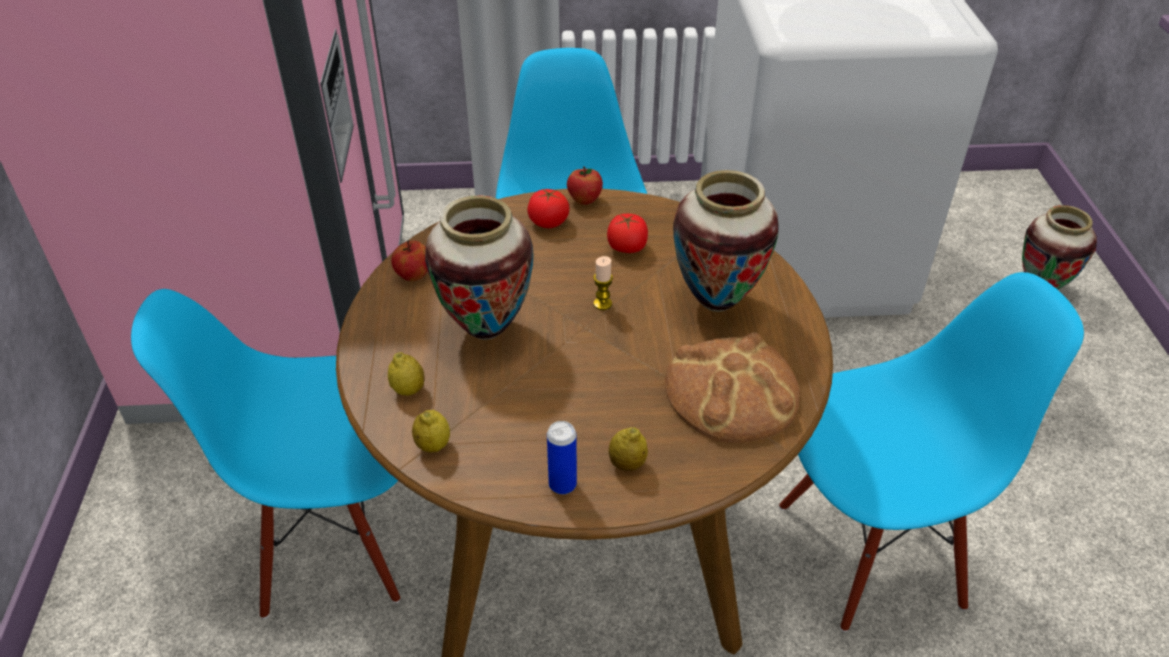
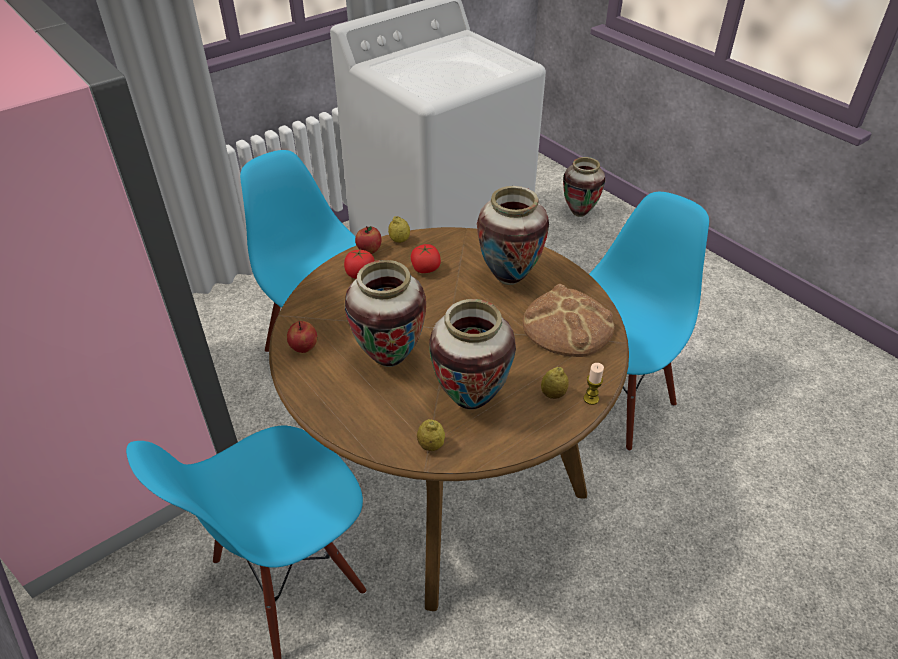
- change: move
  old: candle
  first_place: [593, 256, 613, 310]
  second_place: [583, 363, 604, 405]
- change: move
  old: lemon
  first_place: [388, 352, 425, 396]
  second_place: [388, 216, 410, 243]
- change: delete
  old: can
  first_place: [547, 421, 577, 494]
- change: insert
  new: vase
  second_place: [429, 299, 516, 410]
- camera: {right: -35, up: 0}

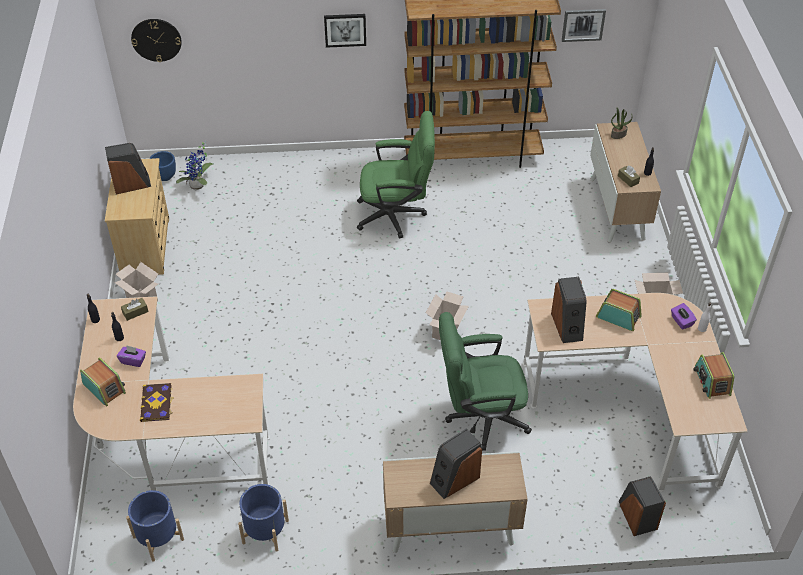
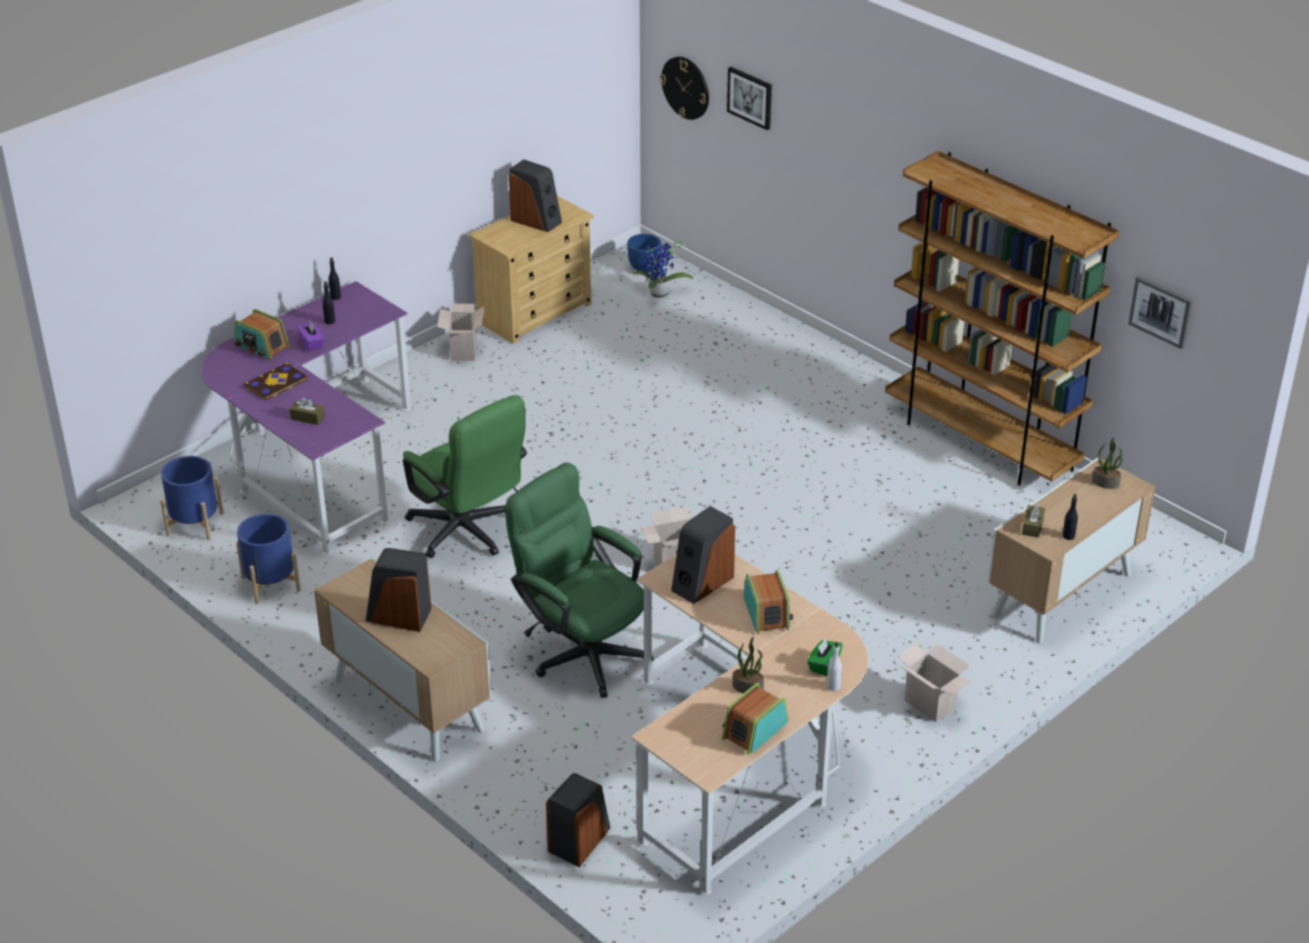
- change: move
  old: picture
  first_place: [324, 14, 366, 48]
  second_place: [727, 67, 772, 130]
- change: move
  old: green_office_chair
  first_place: [357, 111, 435, 238]
  second_place: [403, 395, 527, 558]
- change: recolor
  old: beige_desk
  new: purple_desk
  first_place: [73, 296, 270, 491]
  second_place: [201, 281, 411, 556]
- change: move
  old: brown_tissue_box
  first_place: [121, 298, 148, 321]
  second_place: [290, 397, 325, 425]
- change: recolor
  old: purple_tissue_box
  new: green_tissue_box
  first_place: [671, 303, 697, 330]
  second_place: [807, 638, 843, 676]
- change: rotate
  old: radio
  first_place: [80, 357, 126, 406]
  second_place: [234, 309, 290, 360]
  degrees: 120
- change: insert
  new: potted_plant
  second_place: [733, 637, 764, 693]
- camera: {right: 50, up: -10}

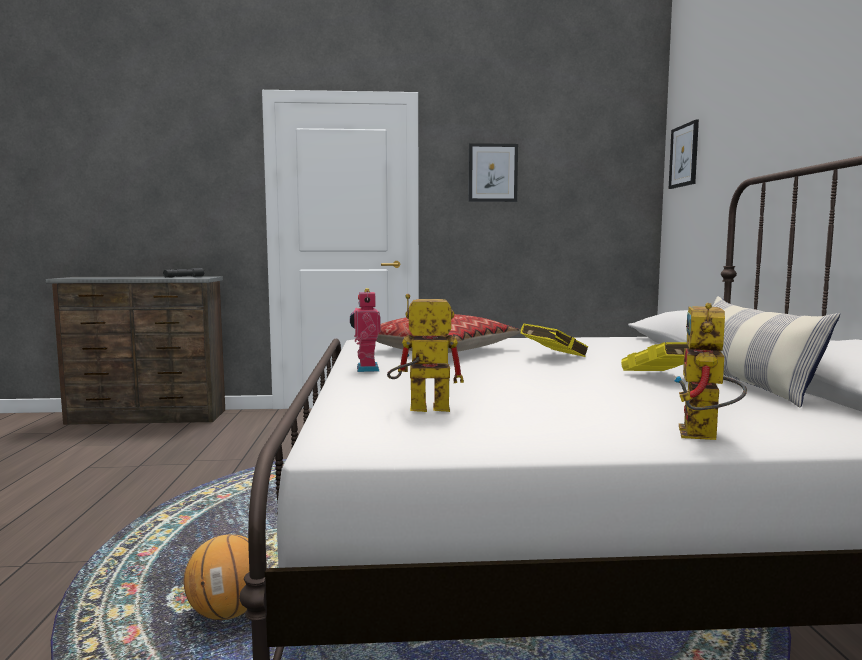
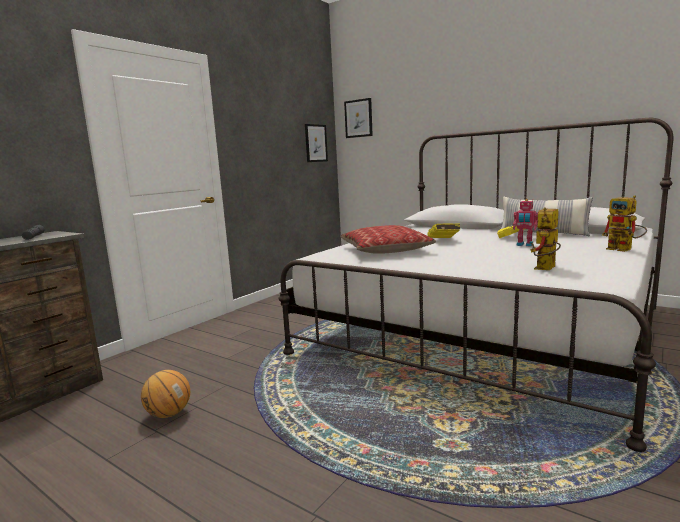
- change: move
  old: picture
  first_place: [468, 143, 518, 202]
  second_place: [305, 124, 328, 162]
- change: move
  old: toy_robot
  first_place: [350, 288, 381, 372]
  second_place: [513, 199, 538, 246]
- change: move
  old: basketball
  first_place: [184, 534, 268, 620]
  second_place: [141, 370, 190, 418]
- camera: {right: -50, up: 5}

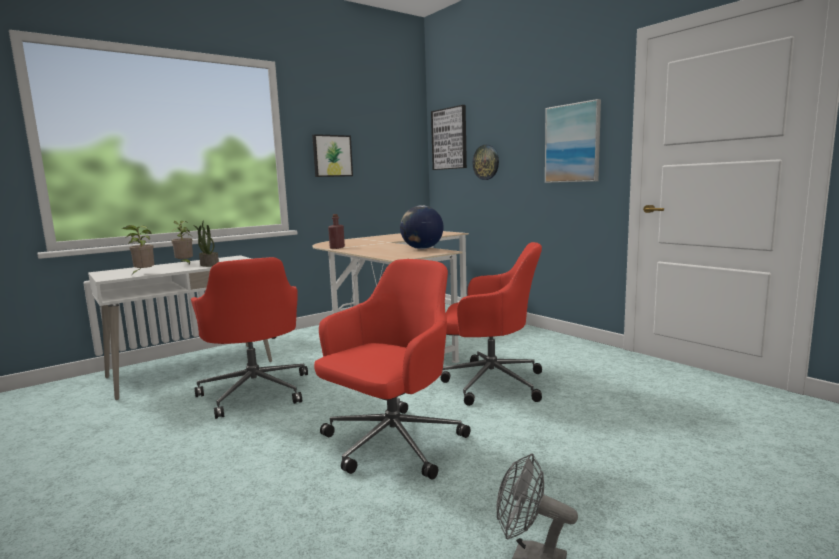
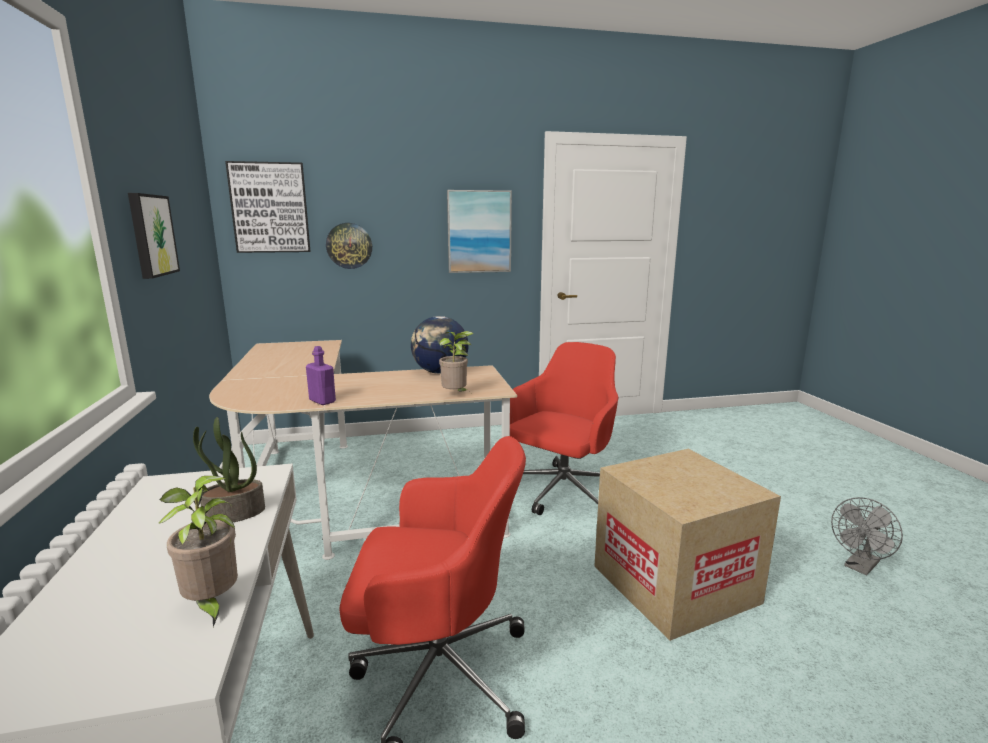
- change: recolor
  old: red_bottle
  new: purple_bottle
  first_place: [328, 214, 345, 249]
  second_place: [306, 346, 336, 405]
- change: move
  old: potted_plant
  first_place: [171, 221, 193, 265]
  second_place: [439, 331, 474, 392]
- change: replace
  old: red_office_chair
  new: cardboard_box
  first_place: [314, 259, 470, 479]
  second_place: [594, 449, 781, 641]
- camera: {right: -65, up: 5}

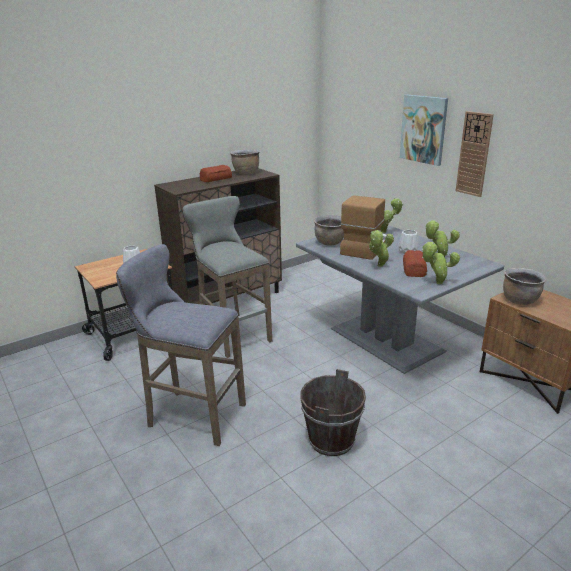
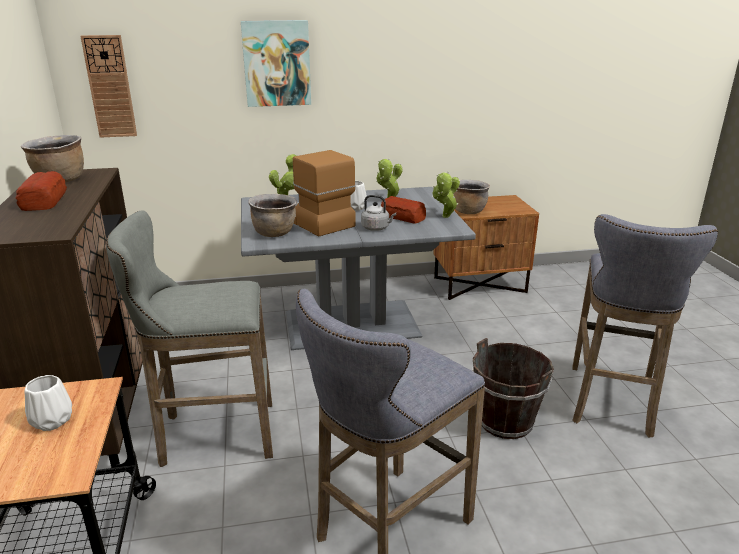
- change: move
  old: wall_clock
  first_place: [456, 111, 494, 197]
  second_place: [80, 35, 137, 138]
- change: replace
  old: potted_plant
  new: grey_kettle
  first_place: [369, 230, 394, 267]
  second_place: [361, 195, 396, 231]
- change: insert
  new: grey_stool
  second_place: [572, 214, 718, 438]
- camera: {right: -65, up: 0}

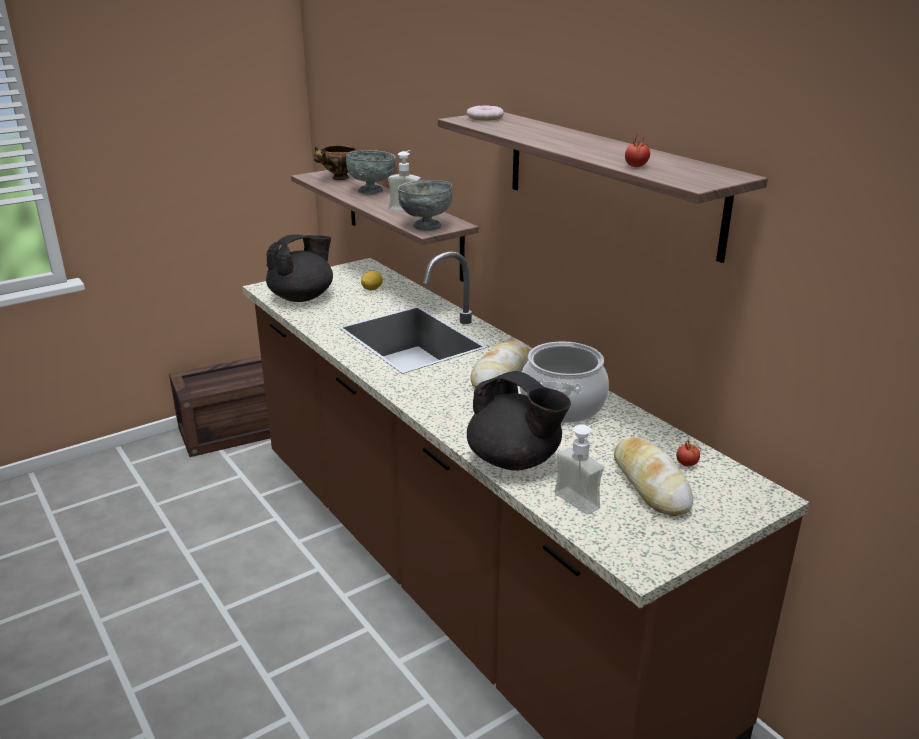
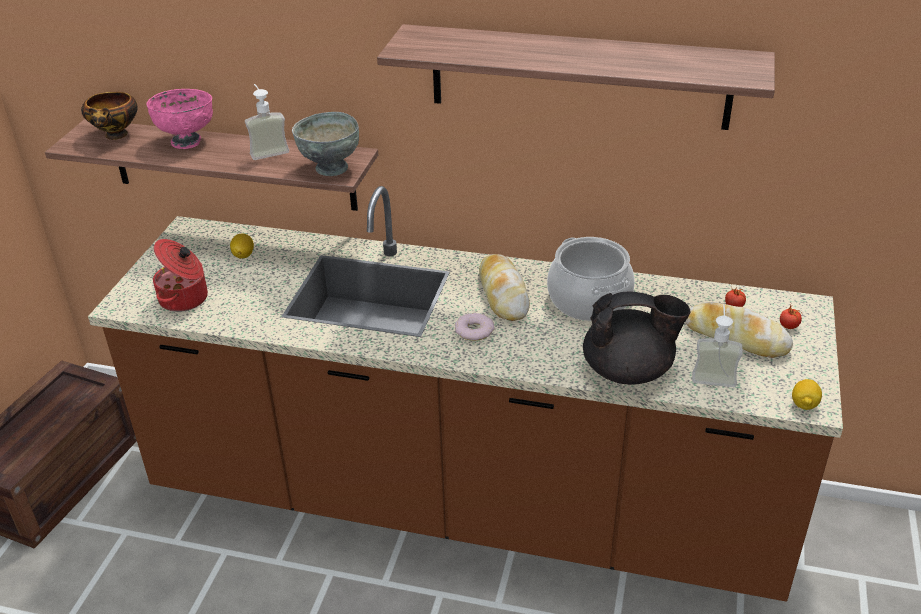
- change: move
  old: donut
  first_place: [467, 105, 504, 121]
  second_place: [455, 313, 494, 341]
- change: move
  old: tomato
  first_place: [625, 135, 650, 167]
  second_place: [780, 305, 802, 329]
- change: recolor
  old: grey_bowl
  new: pink_bowl
  first_place: [346, 150, 395, 194]
  second_place: [146, 89, 213, 149]
- change: replace
  old: black_teapot
  new: cooking_pot
  first_place: [266, 234, 333, 302]
  second_place: [153, 239, 208, 312]
- change: insert
  new: lemon
  second_place: [792, 379, 822, 410]
- camera: {right: -40, up: 10}

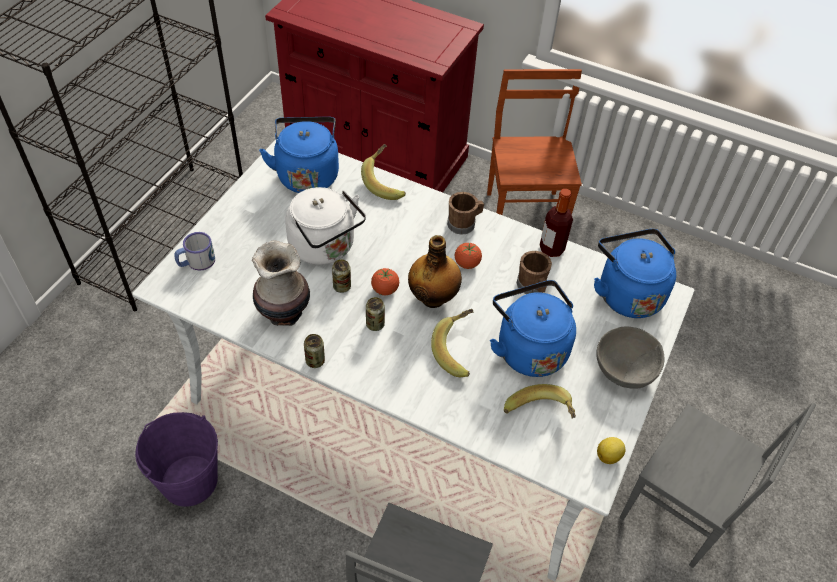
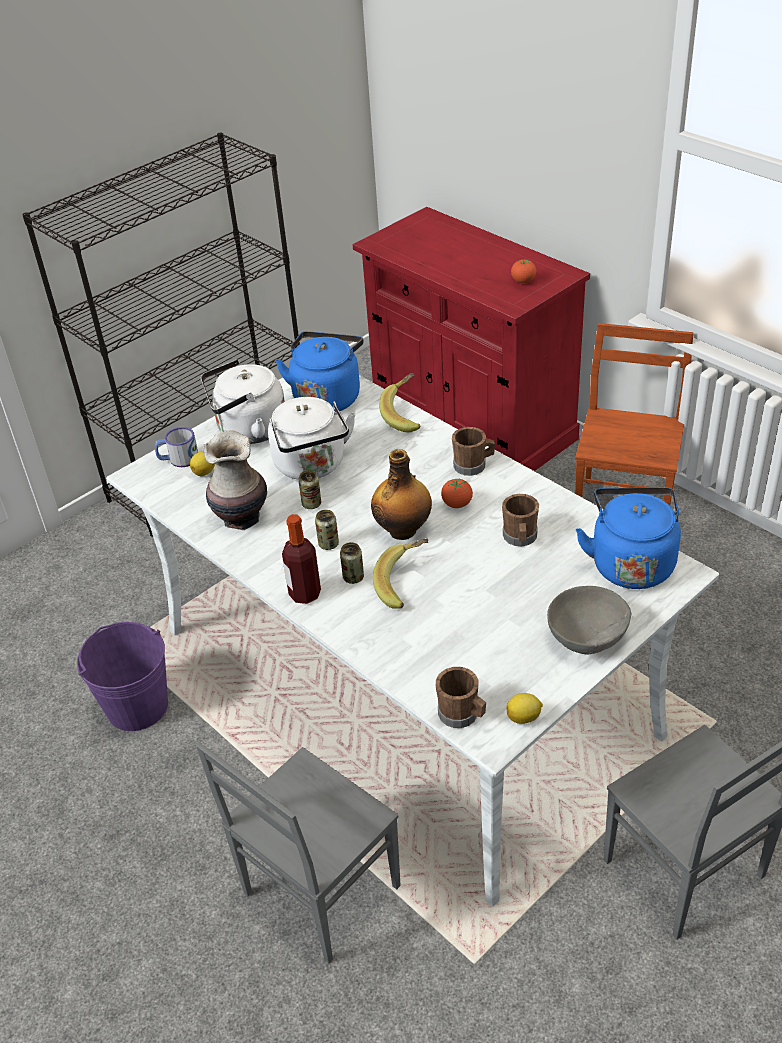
- change: move
  old: bottle
  first_place: [540, 189, 573, 257]
  second_place: [282, 514, 321, 604]
- change: move
  old: tomato
  first_place: [371, 268, 399, 295]
  second_place: [511, 259, 536, 283]
- change: delete
  old: blue_kettle
  first_place: [490, 280, 576, 377]
- change: move
  old: can
  first_place: [304, 334, 325, 368]
  second_place: [340, 542, 364, 584]
- change: delete
  old: banana
  first_place: [504, 384, 576, 418]
- change: insert
  new: white_kettle
  second_place: [201, 360, 285, 444]
- change: insert
  new: lemon
  second_place: [190, 451, 215, 476]
- change: insert
  new: brown_mug
  second_place: [436, 667, 486, 728]
- camera: {right: 25, up: -10}

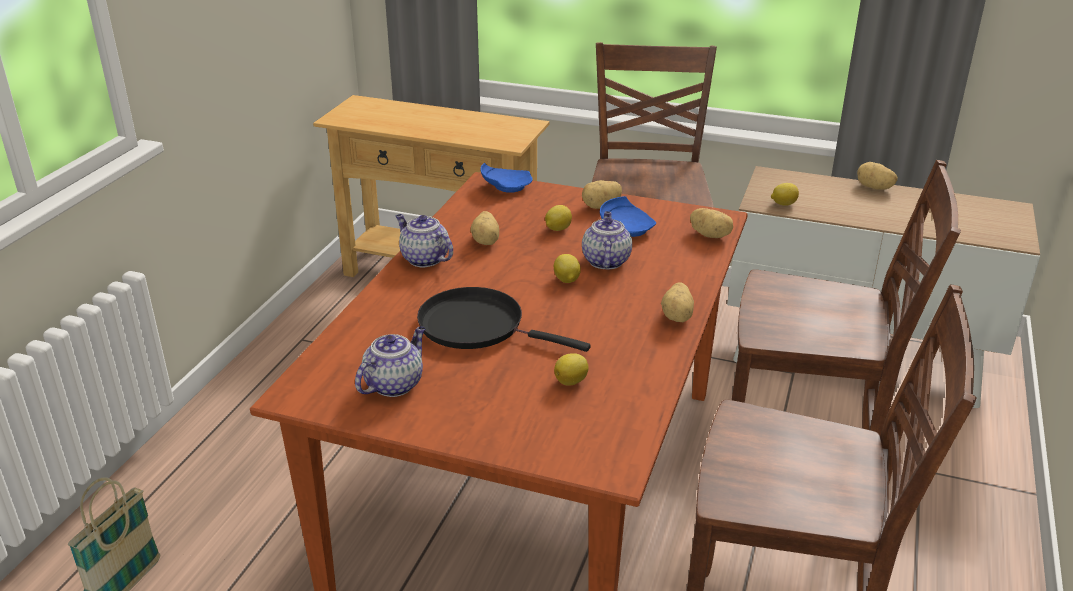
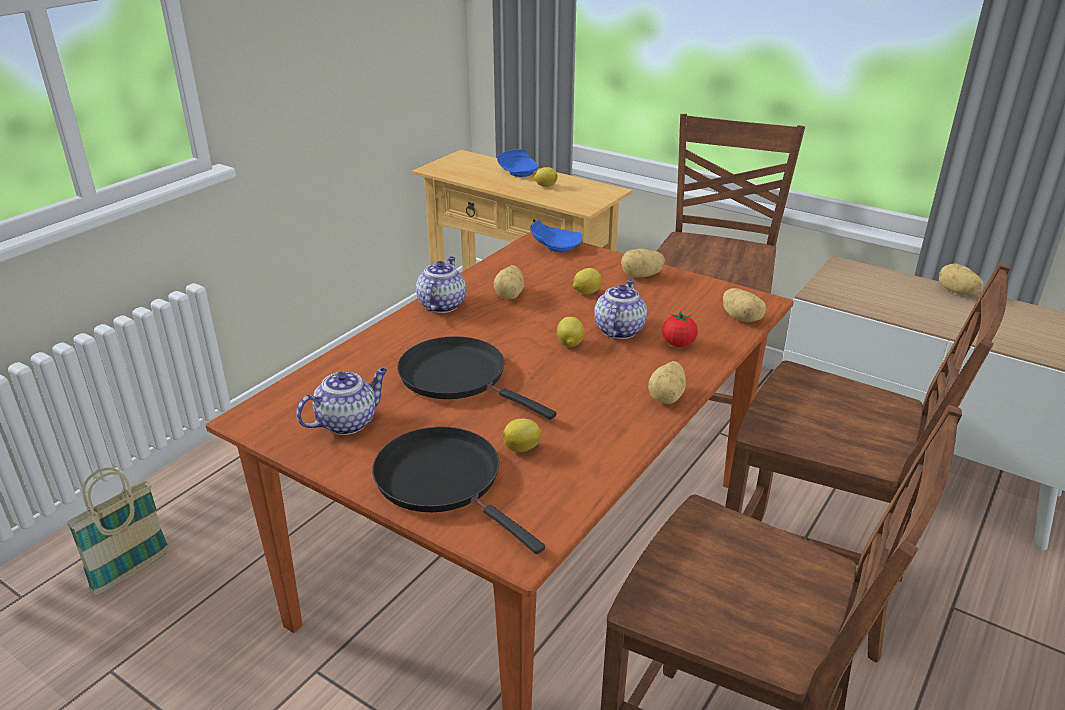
- change: move
  old: lemon
  first_place: [771, 183, 799, 206]
  second_place: [534, 167, 558, 187]
- change: move
  old: blue_plate
  first_place: [600, 196, 656, 237]
  second_place: [497, 149, 538, 177]
- change: rotate
  old: teapot
  first_place: [395, 214, 453, 268]
  second_place: [416, 256, 466, 313]
  degrees: 45
- change: insert
  new: tomato
  second_place: [662, 311, 698, 347]
- change: insert
  new: black_frying_pan
  second_place: [372, 427, 545, 554]
- camera: {right: 15, up: 0}

